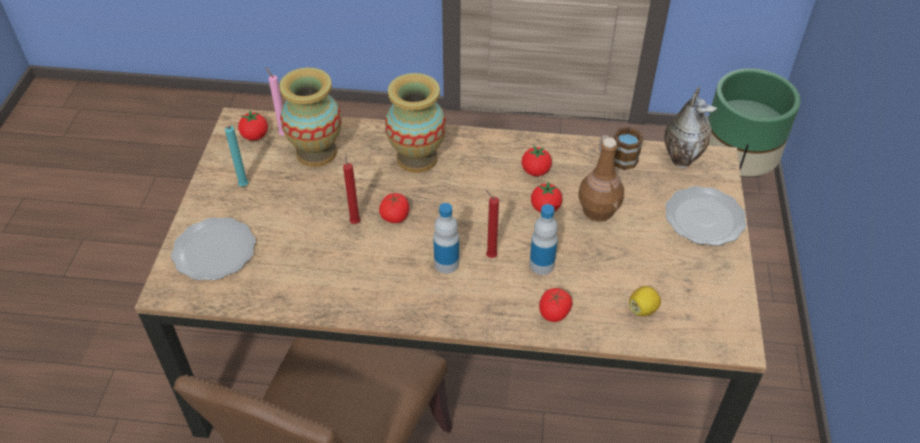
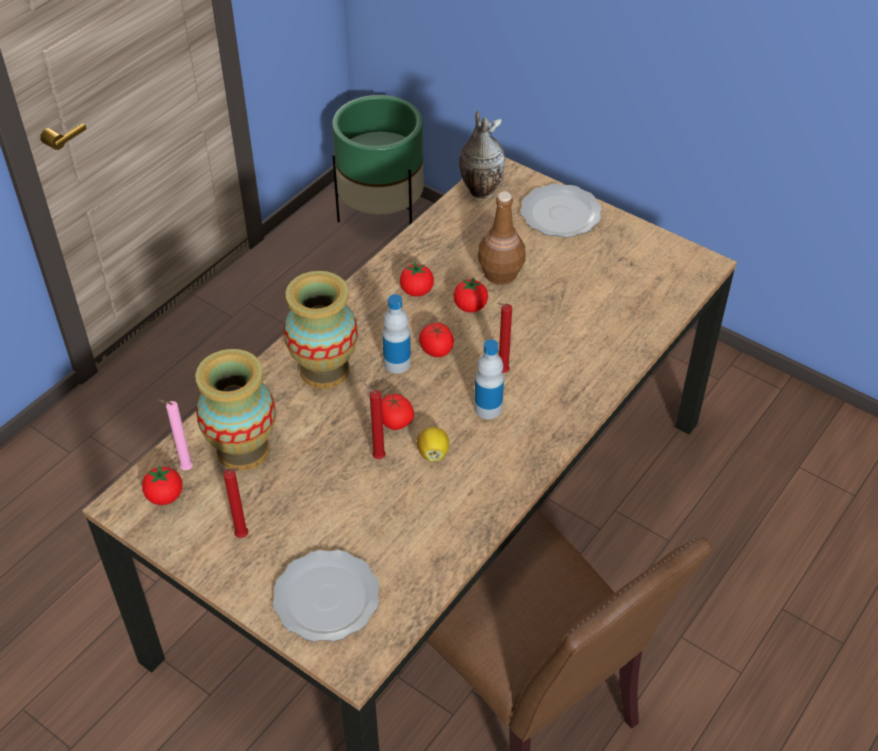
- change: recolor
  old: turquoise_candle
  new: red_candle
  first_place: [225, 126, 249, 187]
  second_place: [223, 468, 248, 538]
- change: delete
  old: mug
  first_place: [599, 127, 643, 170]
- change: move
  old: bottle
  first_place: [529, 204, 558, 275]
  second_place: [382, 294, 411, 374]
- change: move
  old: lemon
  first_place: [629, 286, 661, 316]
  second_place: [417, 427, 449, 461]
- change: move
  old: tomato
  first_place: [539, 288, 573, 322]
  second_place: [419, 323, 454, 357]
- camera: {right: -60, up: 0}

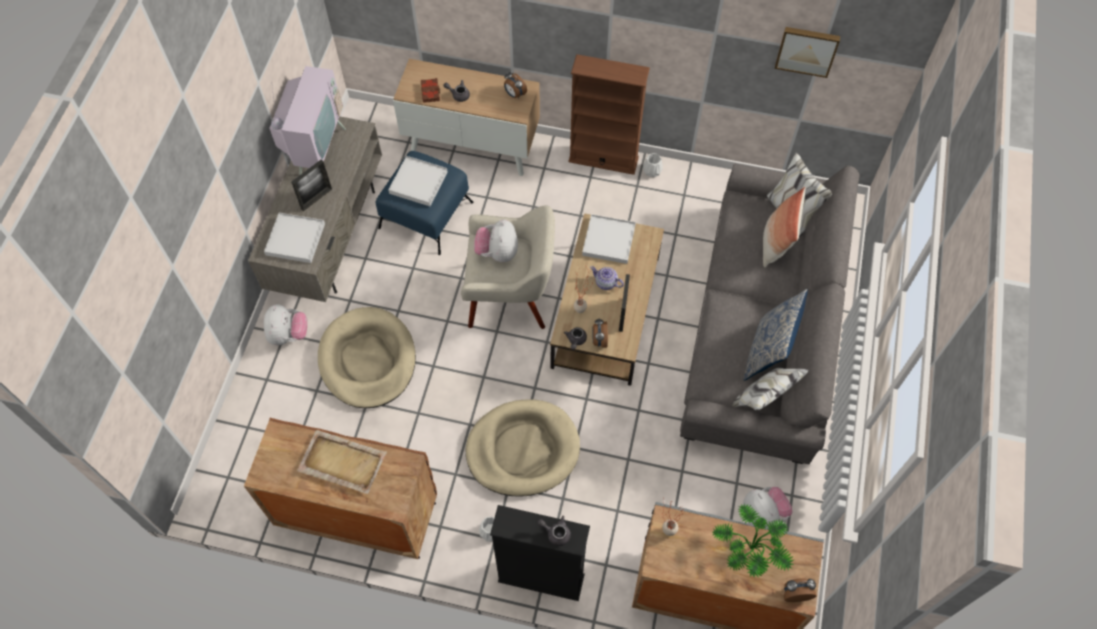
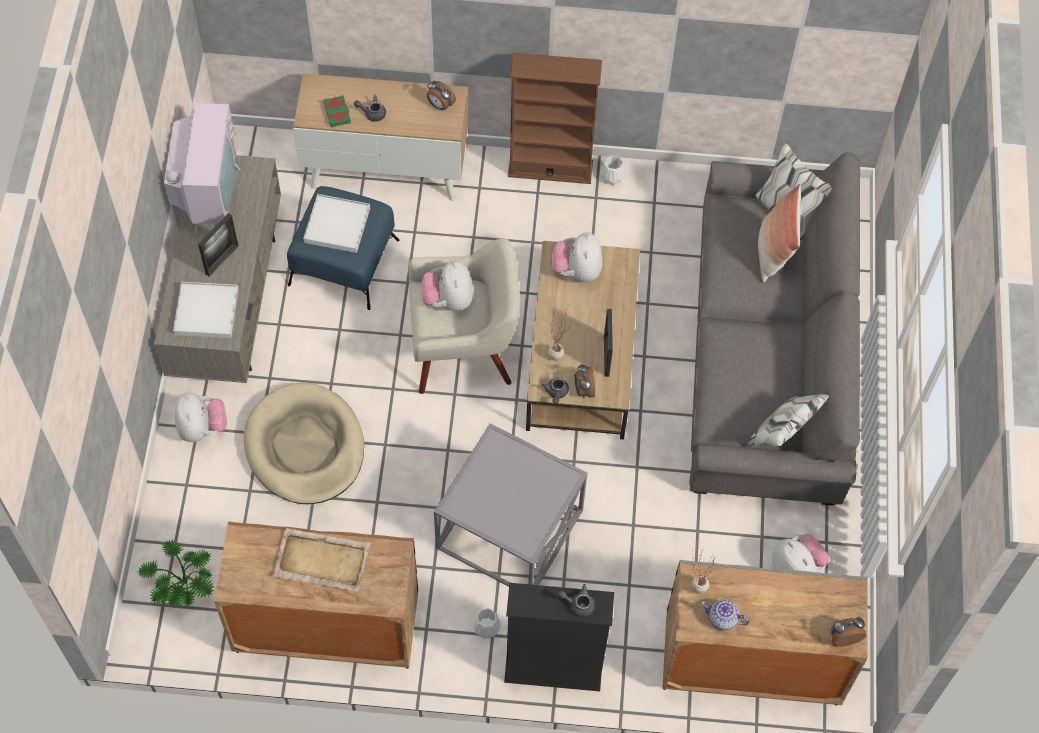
- change: delete
  old: picture
  first_place: [775, 27, 841, 78]
- change: recolor
  old: brown_book
  new: green_book
  first_place: [421, 78, 440, 103]
  second_place: [323, 95, 351, 127]
- change: replace
  old: white_tray
  new: plush_toy
  first_place: [582, 214, 636, 264]
  second_place: [552, 232, 602, 282]
- change: move
  old: teapot
  first_place: [590, 266, 624, 290]
  second_place: [701, 599, 749, 631]
- change: delete
  old: pillow
  first_place: [743, 289, 808, 381]
- change: replace
  old: beige_dog_bed
  new: grey_side_table
  first_place: [466, 399, 580, 496]
  second_place: [434, 423, 587, 587]
- change: move
  old: potted_plant
  first_place: [712, 504, 794, 578]
  second_place: [138, 539, 215, 607]
- camera: {right: -10, up: 0}

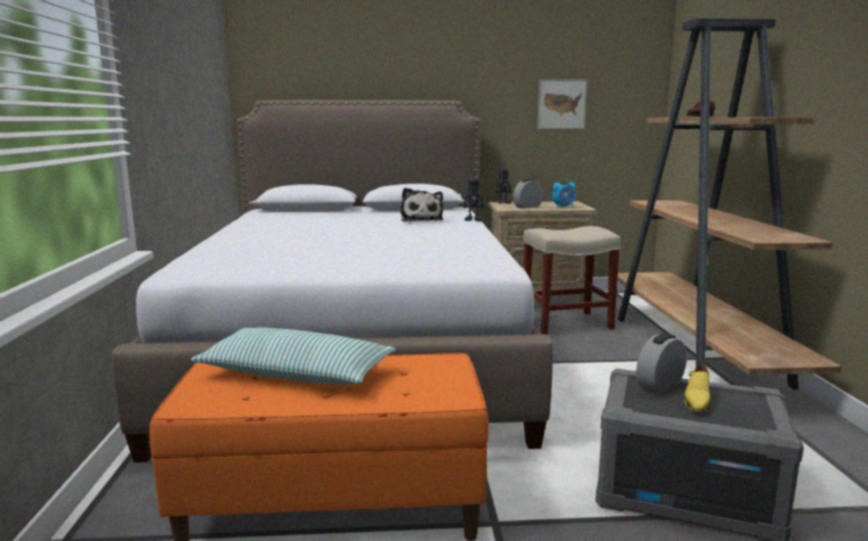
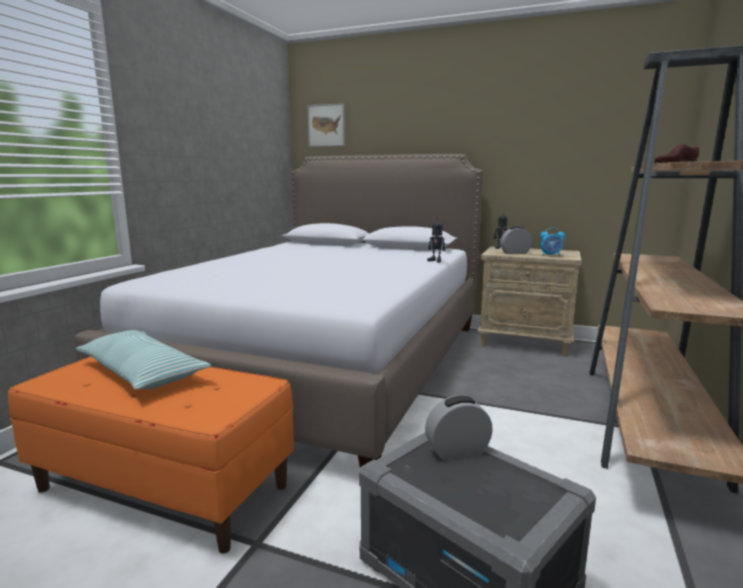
- change: move
  old: picture
  first_place: [537, 79, 588, 129]
  second_place: [308, 103, 345, 147]
- change: delete
  old: plush_toy
  first_place: [401, 188, 443, 222]
- change: delete
  old: beige_stool
  first_place: [523, 226, 621, 335]
- change: delete
  old: yellow_shoe
  first_place: [684, 364, 710, 412]
- camera: {right: 25, up: 0}

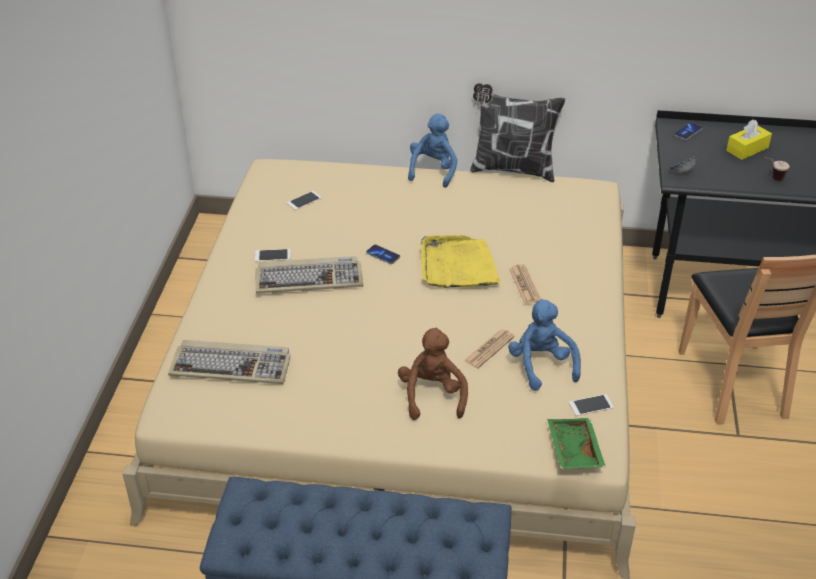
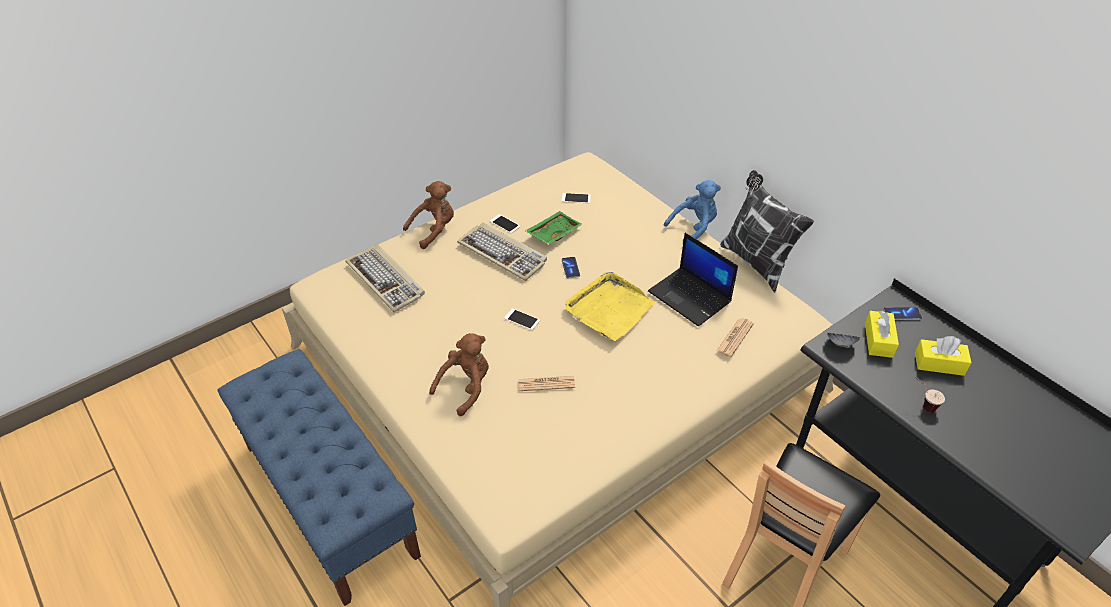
- change: move
  old: newspaper
  first_place: [509, 264, 541, 304]
  second_place: [716, 318, 754, 357]
- change: delete
  old: blue_plush_toy
  first_place: [508, 299, 581, 391]
- change: move
  old: phone
  first_place: [569, 394, 614, 416]
  second_place: [504, 308, 540, 330]
- change: move
  old: green_tray
  first_place: [547, 418, 606, 469]
  second_place: [525, 211, 583, 245]
- change: insert
  new: brown_plush_toy
  second_place: [403, 181, 454, 249]
- change: insert
  new: laptop
  second_place: [648, 233, 738, 327]
- change: insert
  new: yellow_tissue_box
  second_place: [865, 311, 899, 358]
- camera: {right: 45, up: 5}

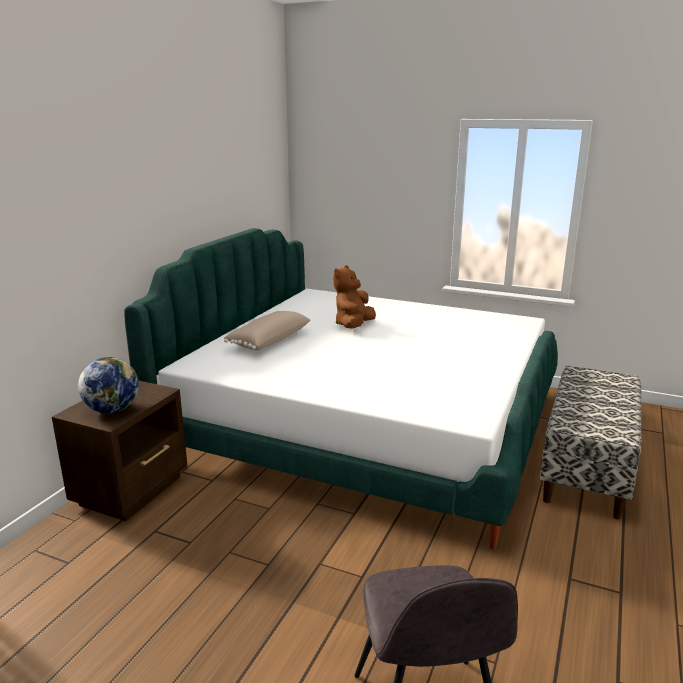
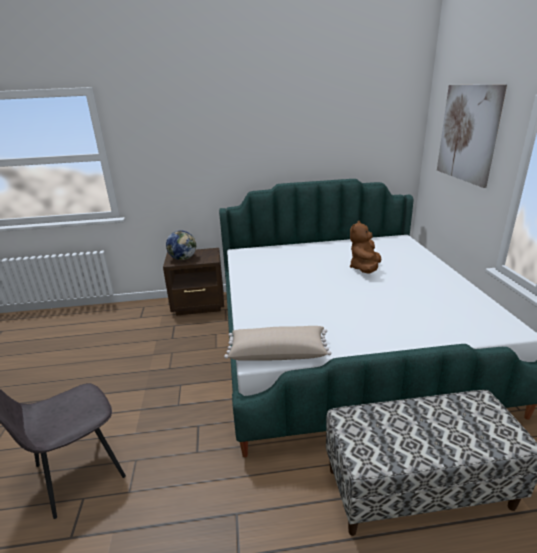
- change: rotate
  old: brown_plush_toy
  first_place: [333, 266, 376, 329]
  second_place: [350, 221, 382, 274]
  degrees: -60
- change: move
  old: beige_pillow
  first_place: [224, 311, 310, 351]
  second_place: [224, 326, 331, 361]
- change: insert
  new: picture
  second_place: [437, 85, 507, 188]
- camera: {right: 60, up: 5}

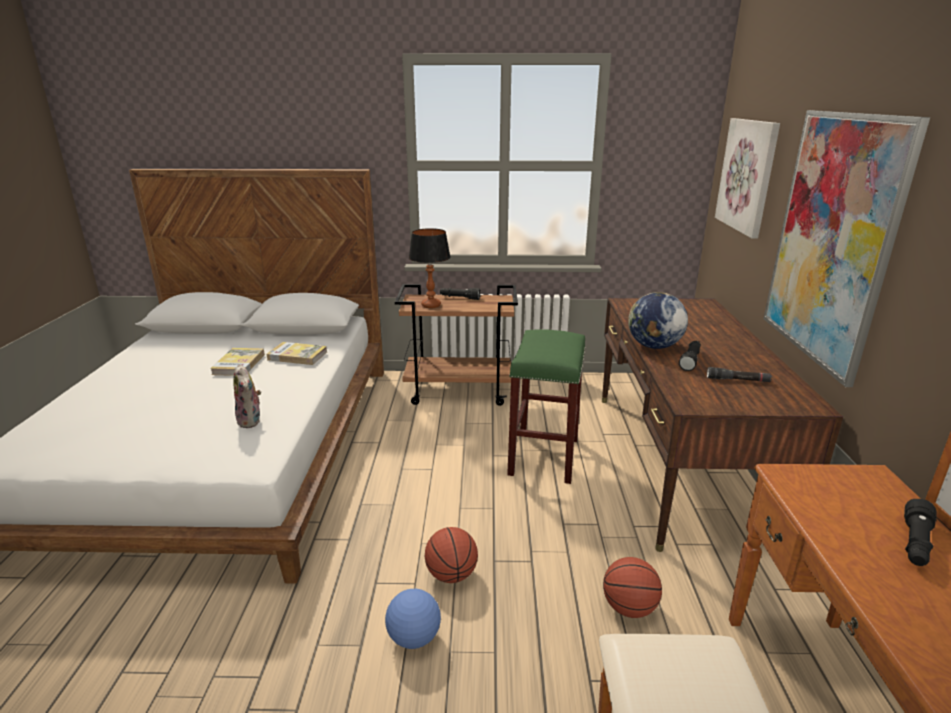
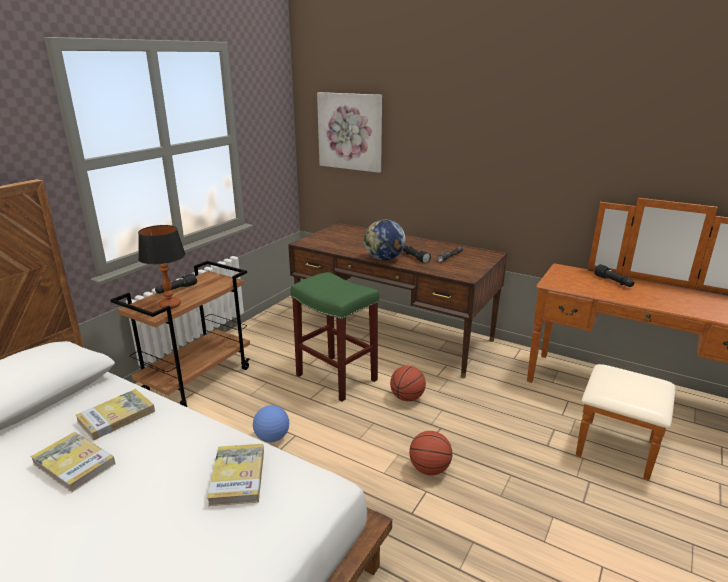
- change: delete
  old: picture
  first_place: [763, 110, 930, 387]
- change: replace
  old: plush_toy
  new: book
  first_place: [233, 364, 261, 428]
  second_place: [207, 444, 264, 506]
- change: move
  old: basketball
  first_place: [603, 557, 662, 618]
  second_place: [390, 366, 426, 401]
- change: move
  old: football
  first_place: [385, 589, 441, 649]
  second_place: [253, 405, 289, 443]
- camera: {right: -60, up: 0}

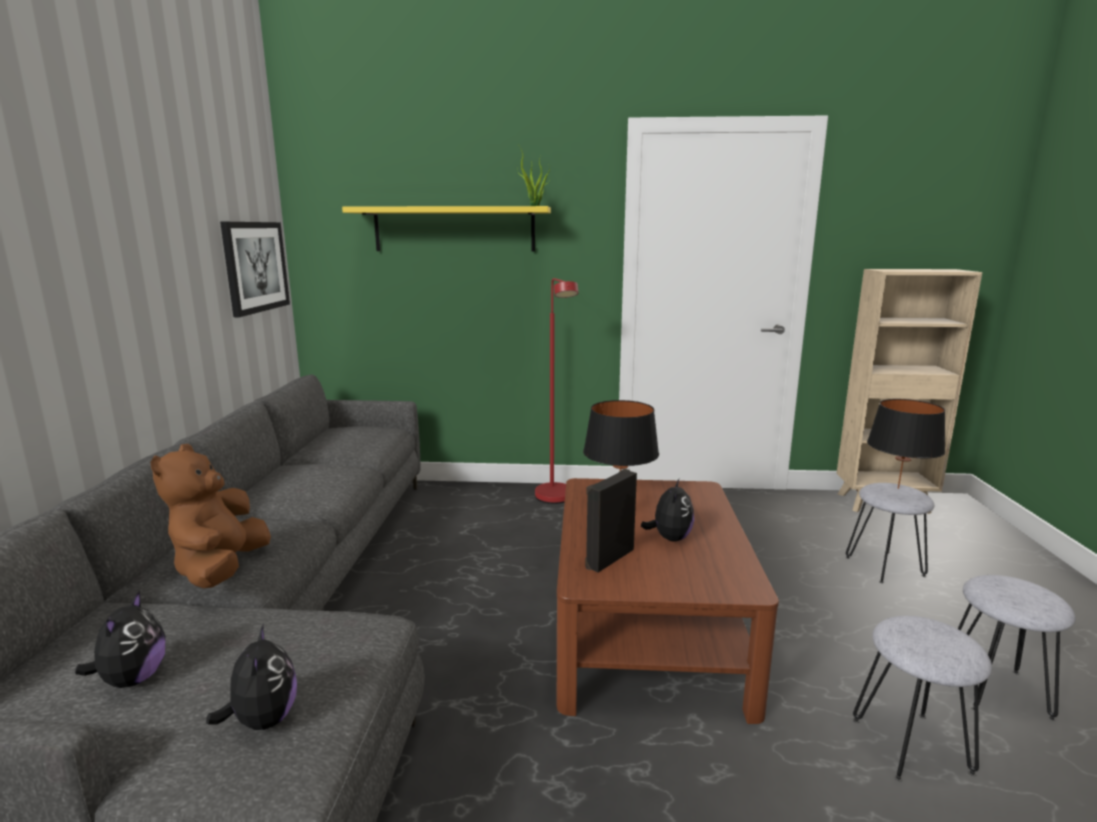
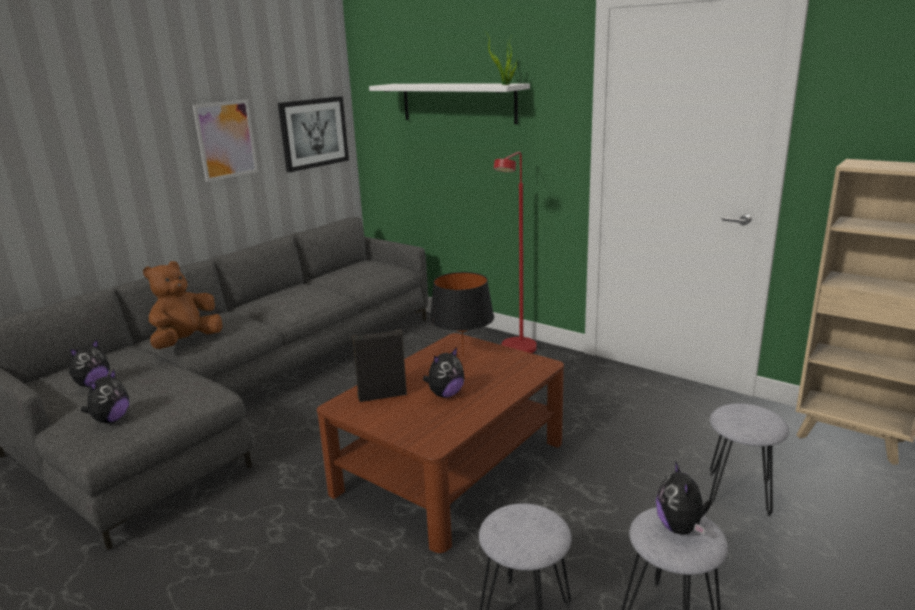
- change: recolor
  old: yellow_shelf
  new: white_shelf
  first_place: [342, 206, 551, 252]
  second_place: [369, 83, 530, 124]
- change: delete
  old: black_table_lamp
  first_place: [867, 399, 945, 489]
- change: insert
  new: picture
  second_place: [193, 100, 258, 182]
- change: insert
  new: plush_toy
  second_place: [656, 461, 711, 535]
- camera: {right: 35, up: 5}

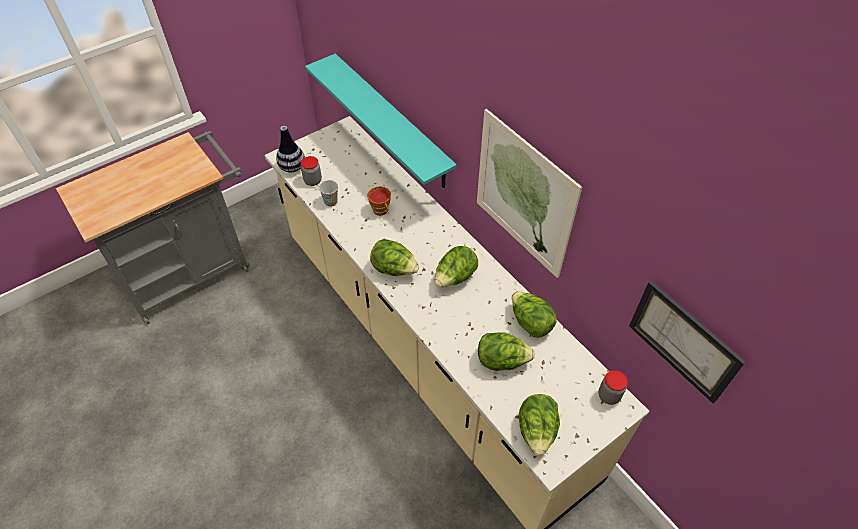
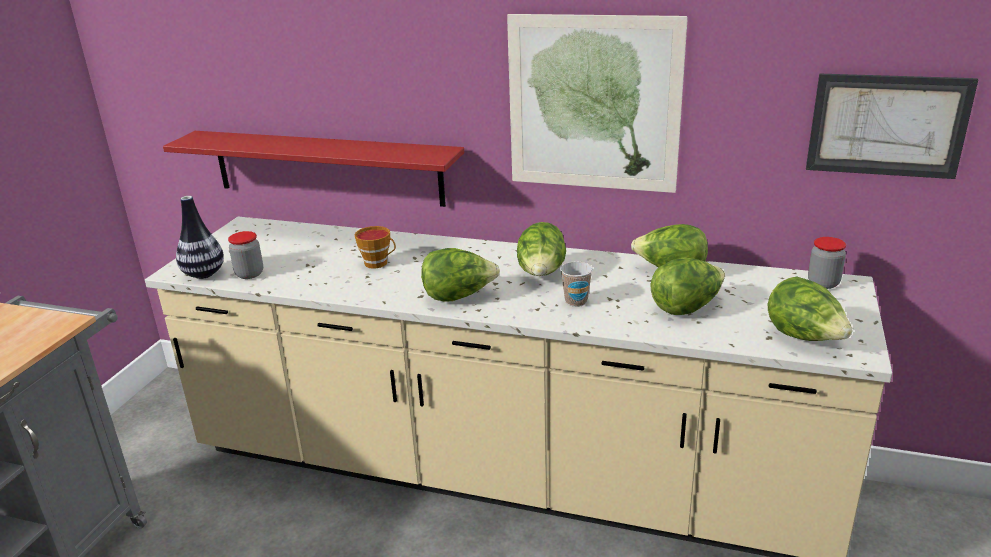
- change: recolor
  old: turquoise_shelf
  new: red_shelf
  first_place: [305, 54, 457, 188]
  second_place: [163, 131, 464, 207]
- change: move
  old: cup
  first_place: [319, 180, 338, 207]
  second_place: [560, 261, 593, 307]
- camera: {right: -35, up: -25}

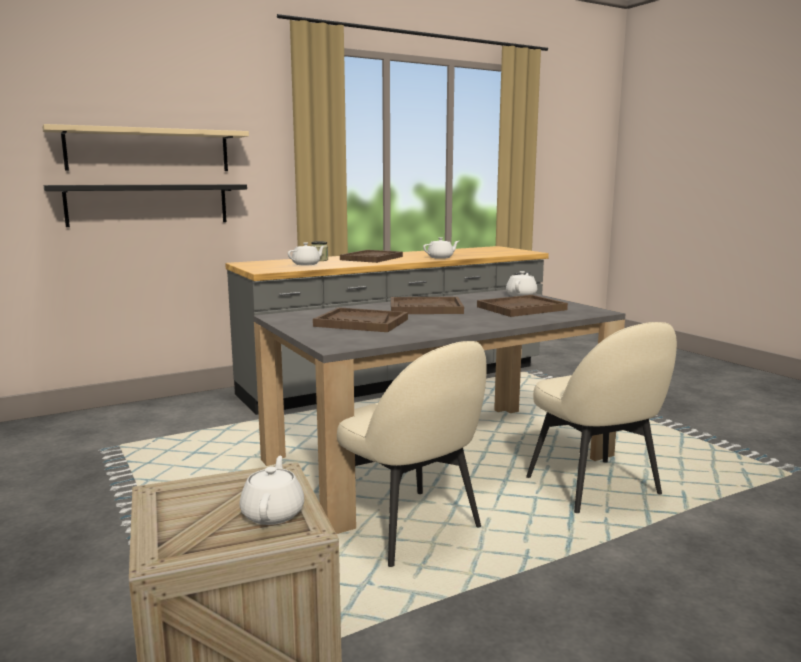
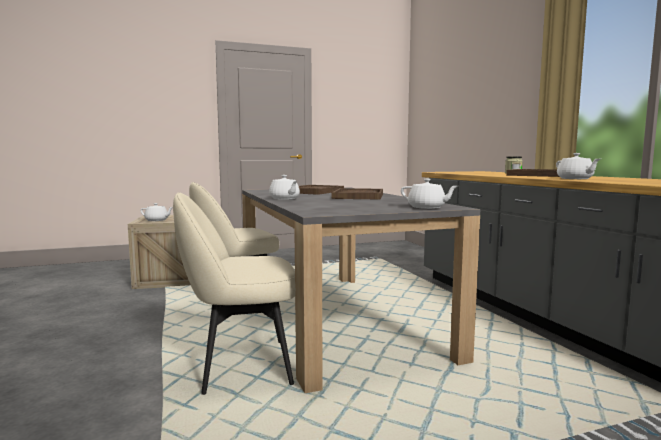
- change: delete
  old: beige_shelf
  first_place: [42, 124, 249, 171]
- change: delete
  old: black_shelf
  first_place: [44, 184, 247, 227]
- change: move
  old: white_teapot
  first_place: [288, 242, 325, 266]
  second_place: [269, 175, 300, 200]
- change: delete
  old: brown_tray
  first_place: [477, 295, 568, 317]
- camera: {right: 100, up: -5}

